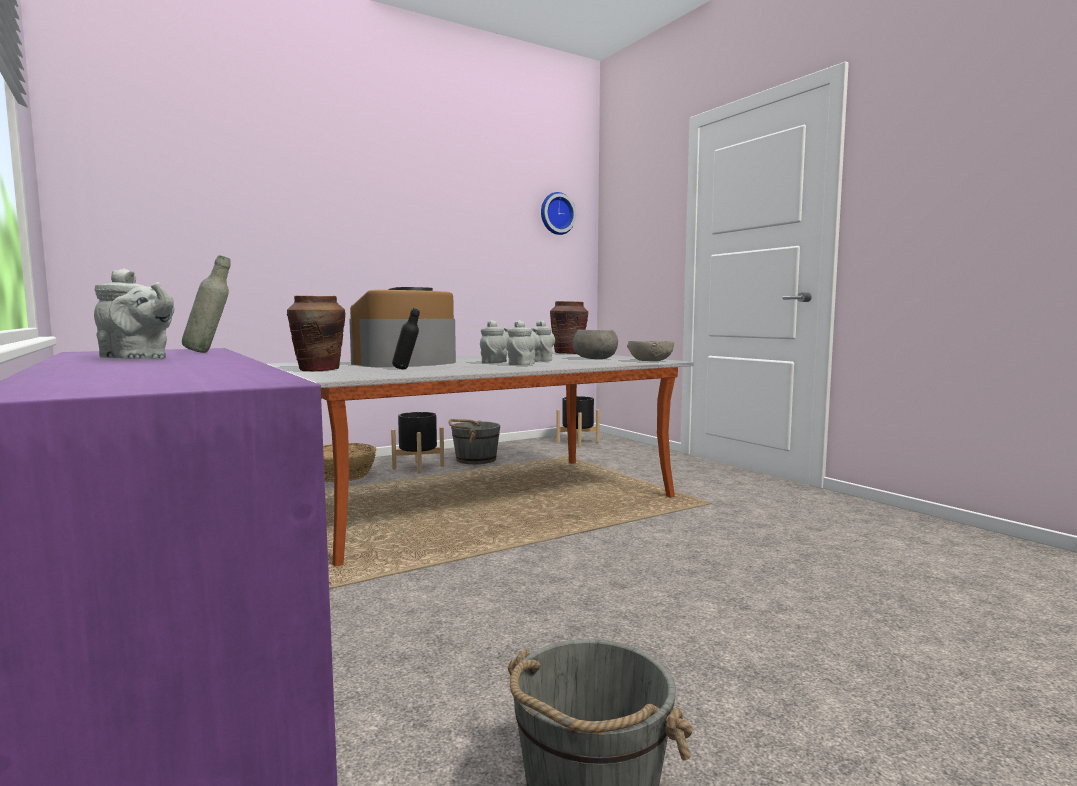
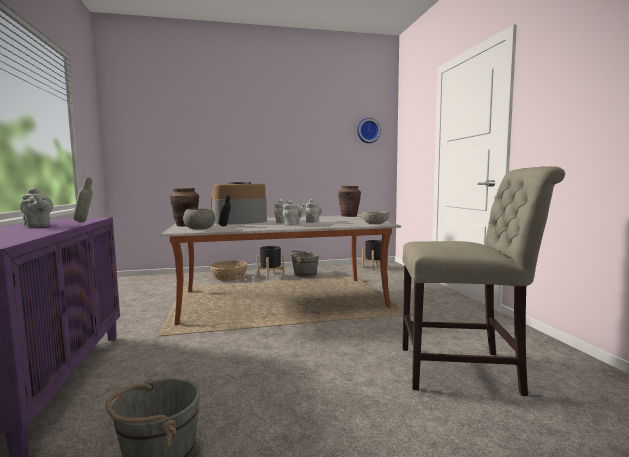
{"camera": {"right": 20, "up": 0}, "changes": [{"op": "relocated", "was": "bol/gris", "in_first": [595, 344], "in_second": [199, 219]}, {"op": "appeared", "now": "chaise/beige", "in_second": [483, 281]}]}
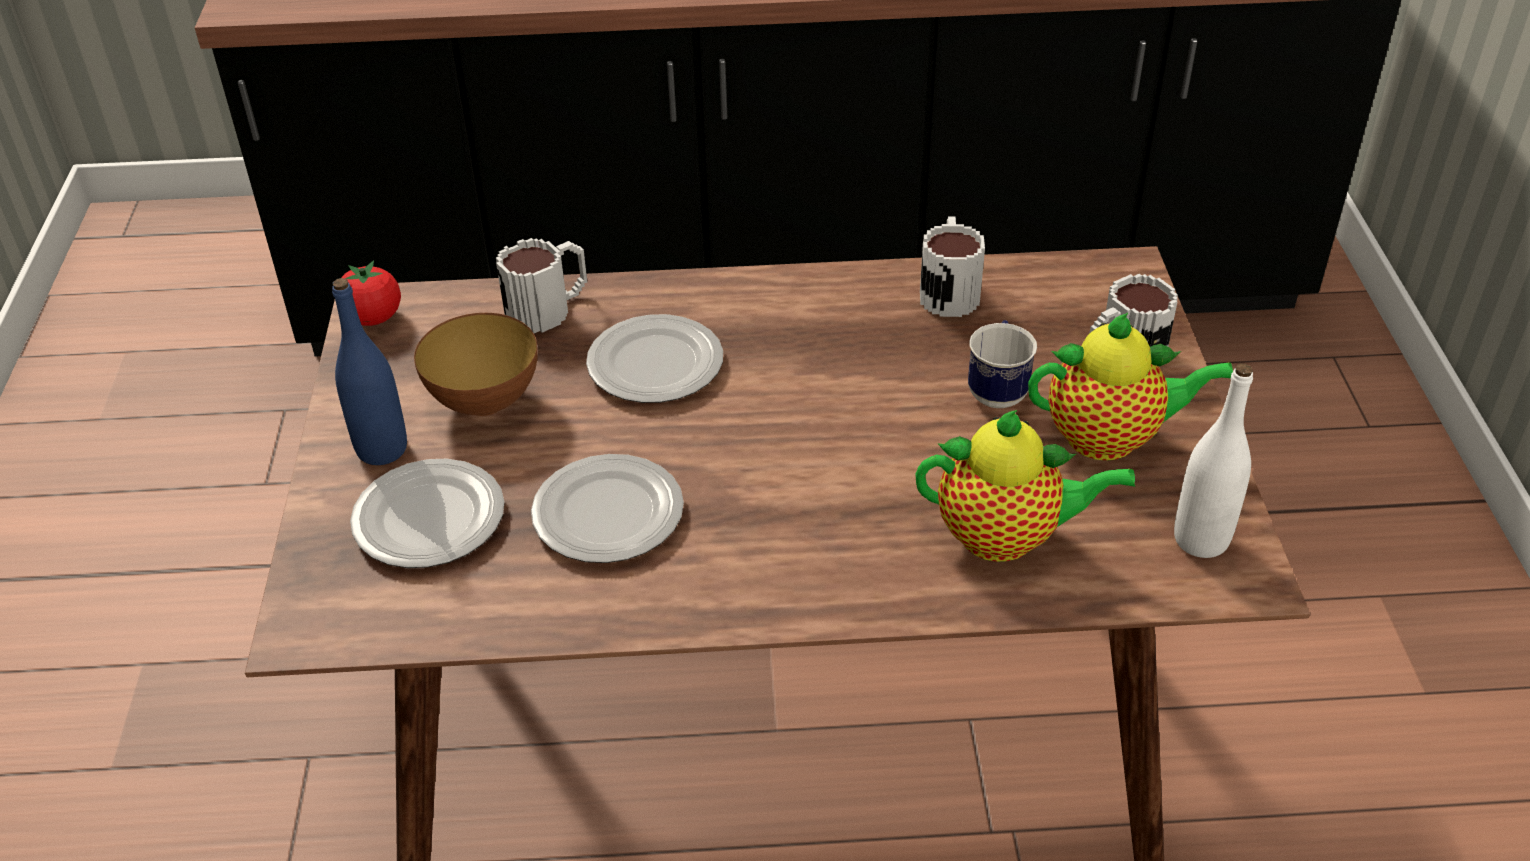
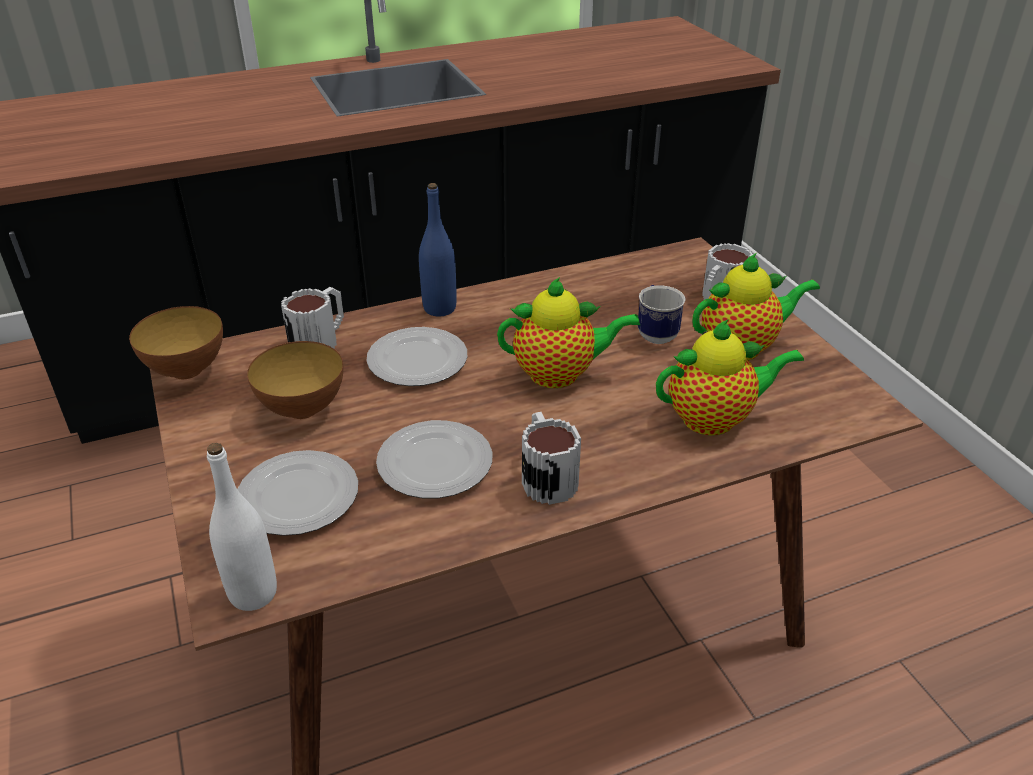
{"camera": {"right": -20, "up": -5}, "changes": [{"op": "relocated", "was": "bouteille/bleu", "in_first": [369, 371], "in_second": [438, 249]}, {"op": "exchanged", "was": "tomate", "now": "bol", "in_first": [371, 293], "in_second": [176, 342]}, {"op": "relocated", "was": "mug", "in_first": [952, 266], "in_second": [551, 458]}, {"op": "relocated", "was": "bouteille/blanc", "in_first": [1213, 460], "in_second": [242, 527]}, {"op": "appeared", "now": "théière", "in_second": [568, 332]}]}
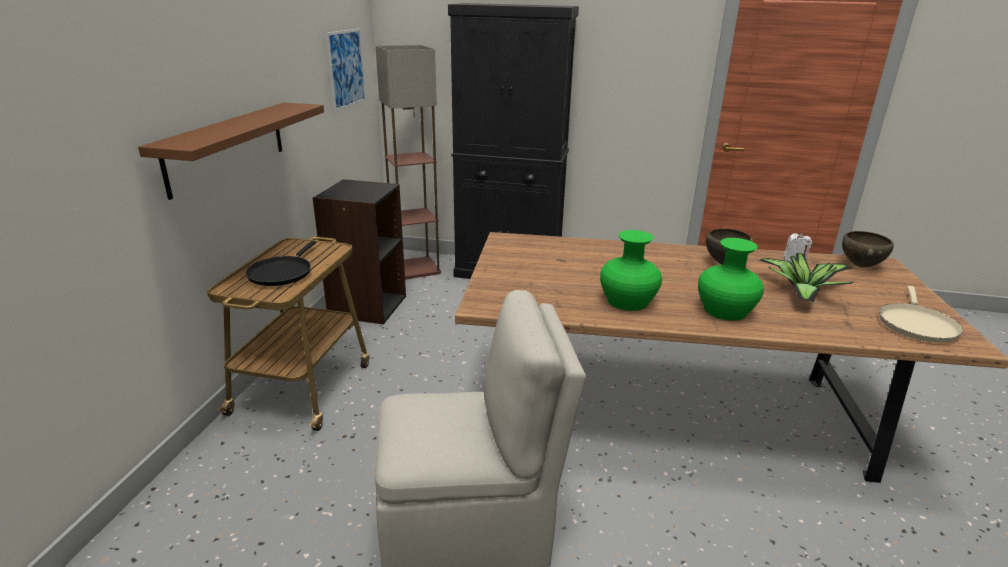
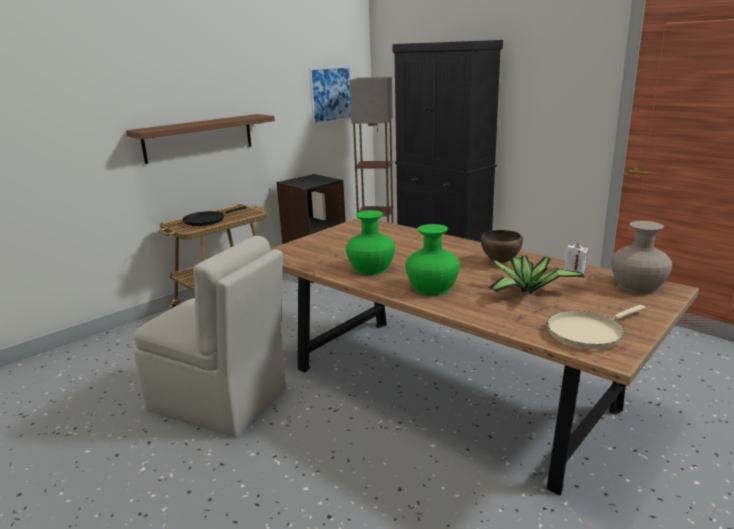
{"camera": {"right": 35, "up": -5}, "changes": [{"op": "exchanged", "was": "bol/marron", "now": "vase/beige", "in_first": [868, 249], "in_second": [641, 257]}]}
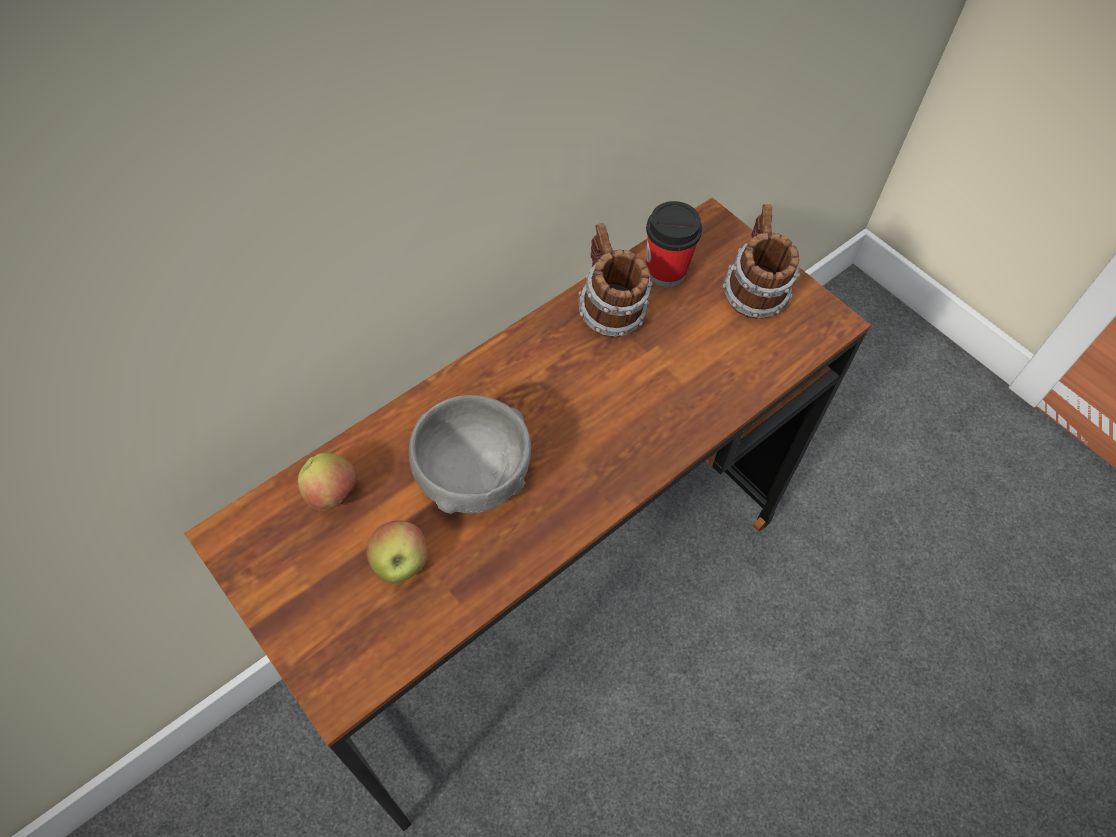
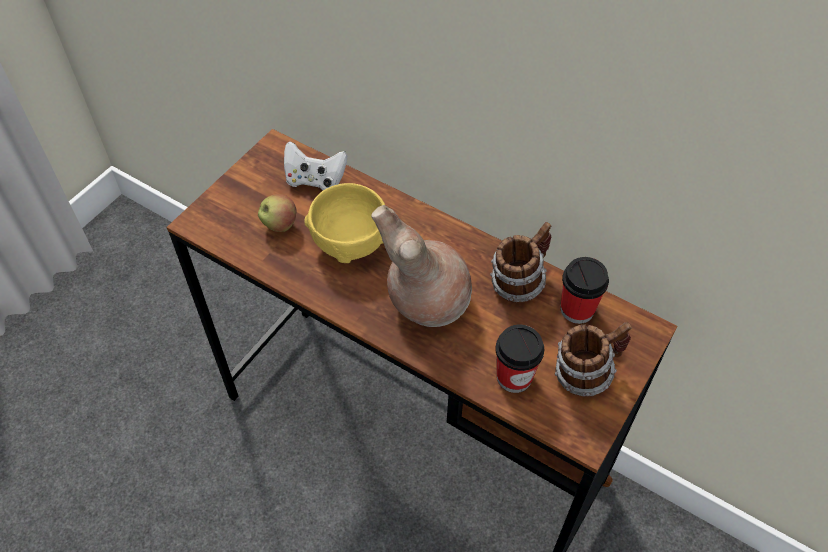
{"camera": {"right": 75, "up": -5}, "changes": [{"op": "exchanged", "was": "pomme", "now": "manette/blanc", "in_first": [327, 482], "in_second": [315, 165]}, {"op": "colour", "was": "bol/gris", "now": "bol/jaune", "in_first": [470, 454], "in_second": [344, 223]}, {"op": "appeared", "now": "vase/marron", "in_second": [421, 266]}, {"op": "appeared", "now": "tasse", "in_second": [519, 359]}]}
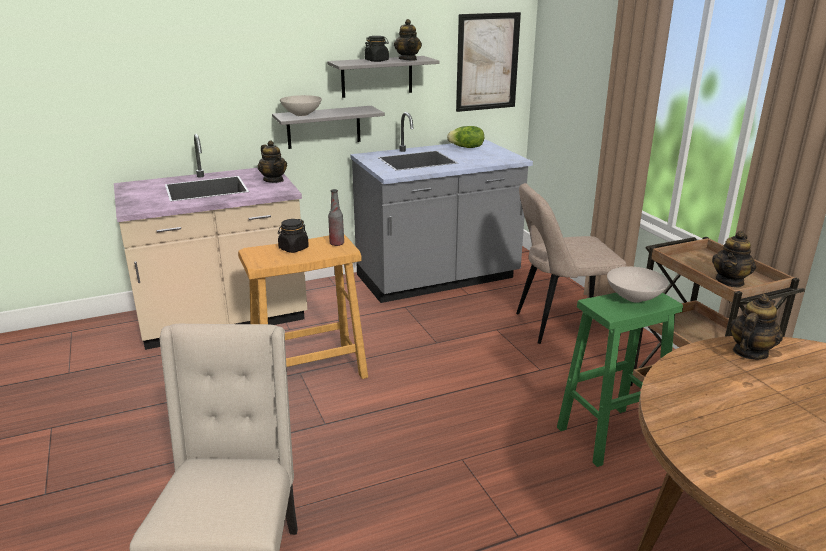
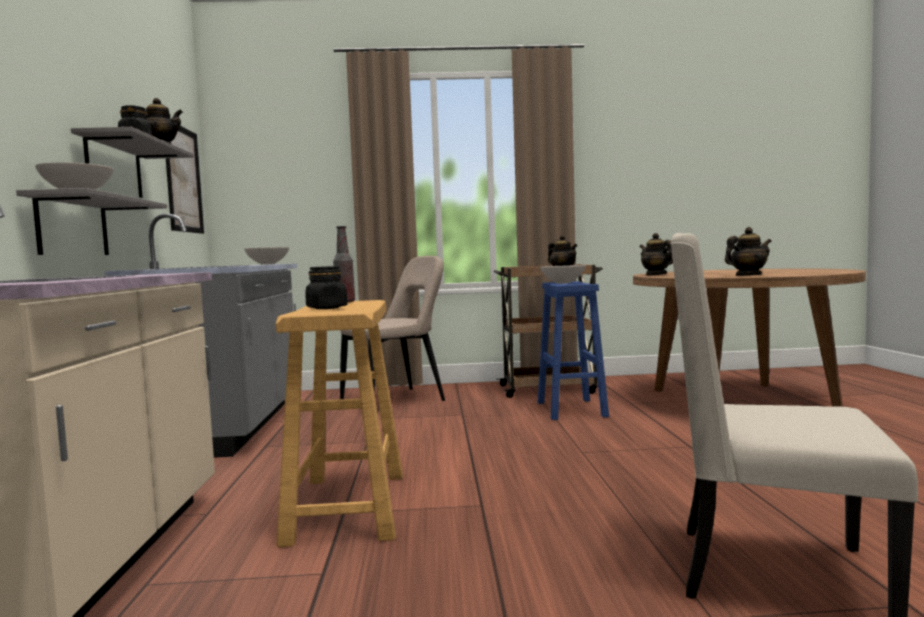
{"camera": {"right": -70, "up": -20}, "changes": [{"op": "relocated", "was": "théière", "in_first": [272, 161], "in_second": [748, 251]}, {"op": "missing", "was": "laitue", "in_first": [466, 137]}, {"op": "spun", "was": "chaise/beige", "in_first": [571, 263], "in_second": [392, 328], "clockwise": -135}, {"op": "colour", "was": "tabouret/vert", "now": "tabouret/bleu", "in_first": [620, 380], "in_second": [573, 350]}, {"op": "appeared", "now": "bol/blanc", "in_second": [266, 256]}]}
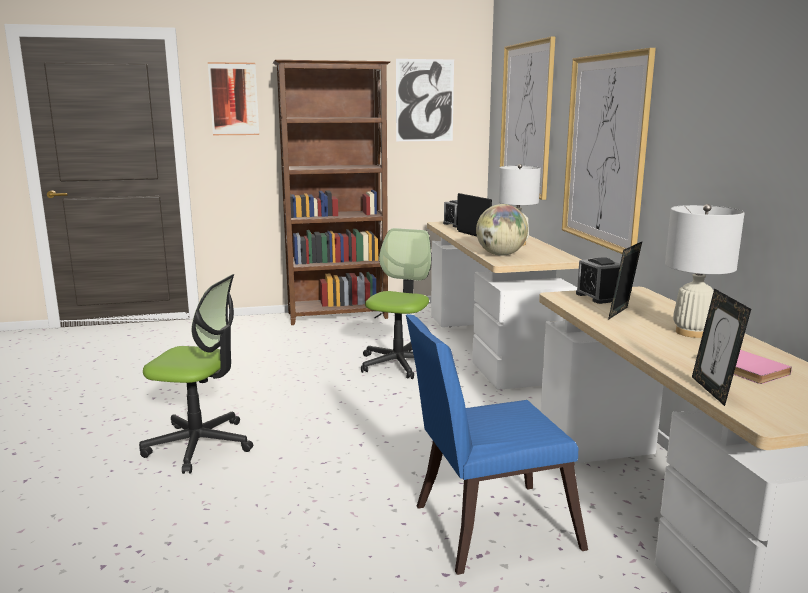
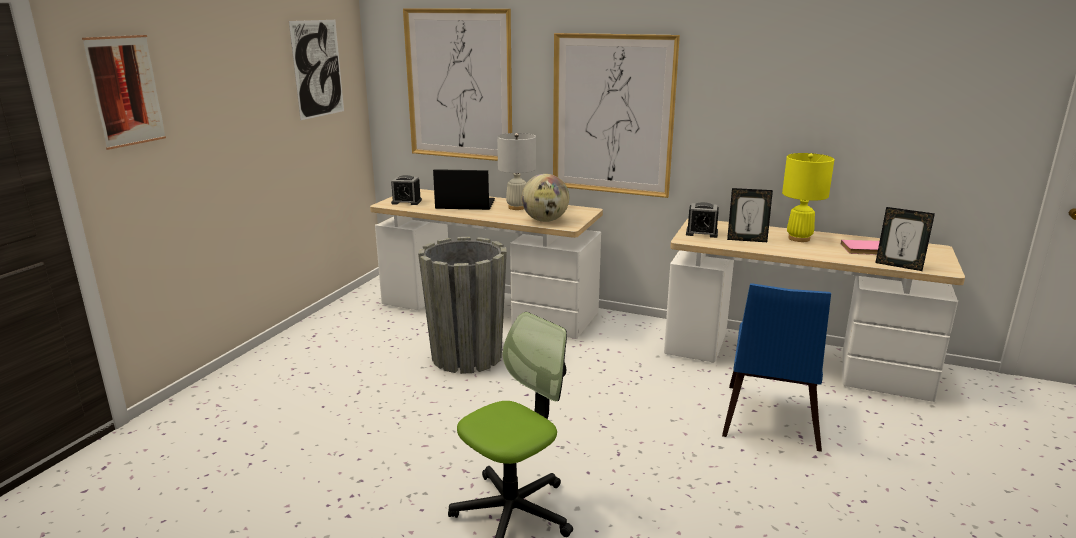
{"camera": {"right": -55, "up": 5}, "changes": [{"op": "missing", "was": "bibliothèque/marron", "in_first": [332, 192]}, {"op": "exchanged", "was": "chaise de bureau", "now": "cache-pot/gris", "in_first": [396, 303], "in_second": [462, 305]}, {"op": "spun", "was": "cadre photo", "in_first": [625, 281], "in_second": [750, 215], "clockwise": -60}, {"op": "colour", "was": "lampe de table/blanc", "now": "lampe de table/jaune", "in_first": [705, 271], "in_second": [808, 197]}]}
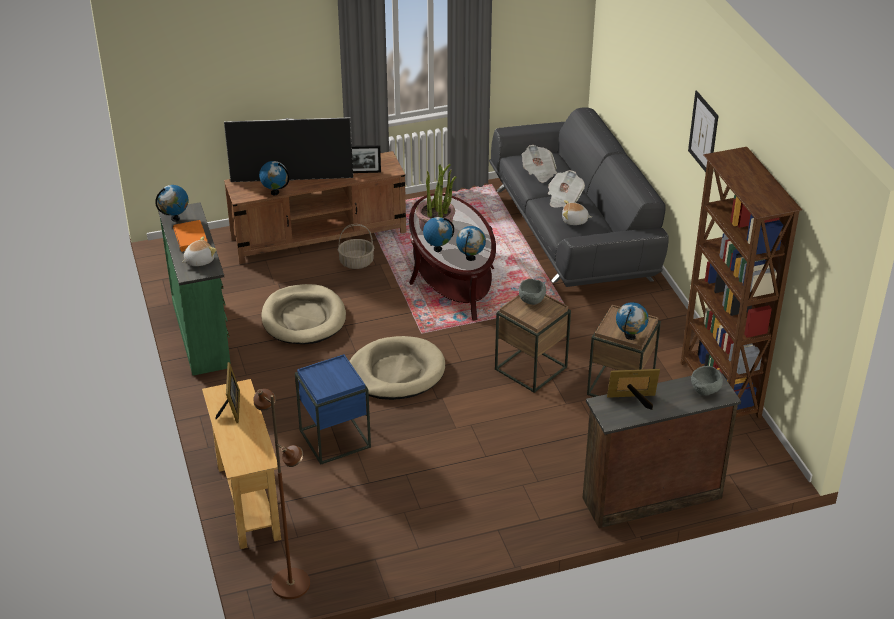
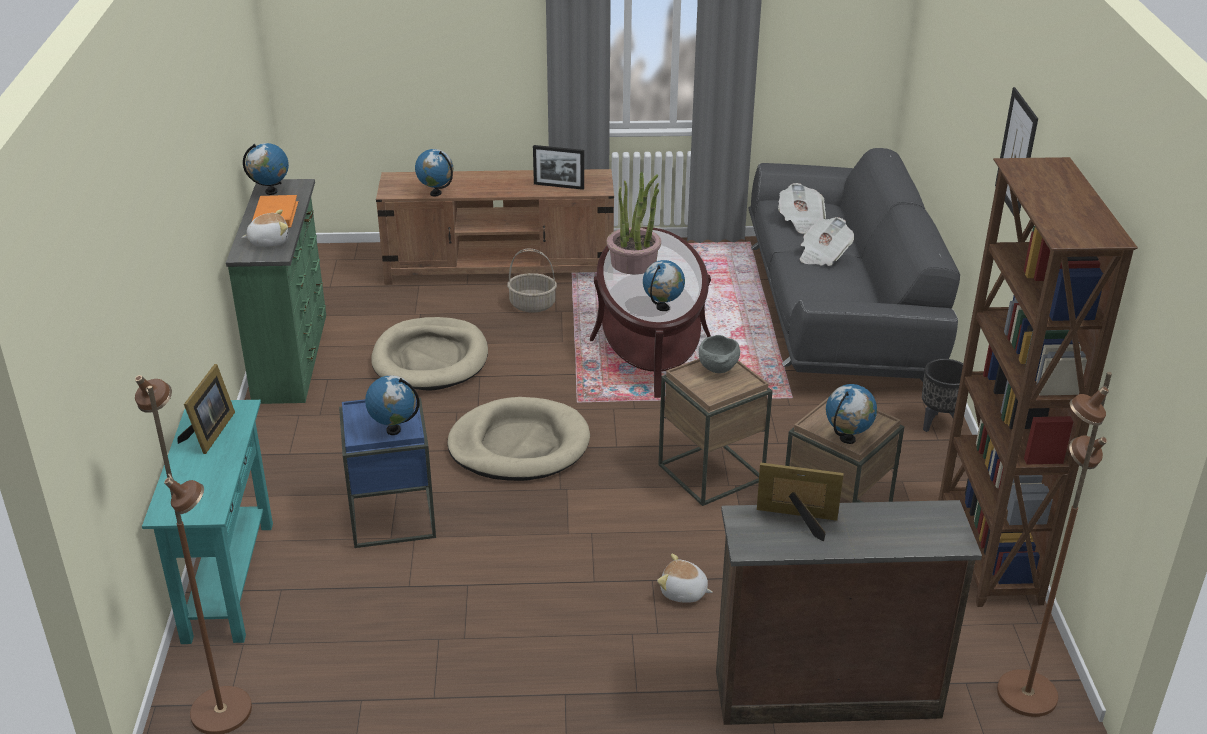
{"camera": {"right": 15, "up": -5}, "changes": [{"op": "colour", "was": "table console/beige", "now": "table console/turquoise", "in_first": [241, 464], "in_second": [207, 522]}, {"op": "missing", "was": "téléviseur", "in_first": [288, 149]}, {"op": "relocated", "was": "globe", "in_first": [438, 234], "in_second": [392, 405]}, {"op": "relocated", "was": "peluche", "in_first": [577, 212], "in_second": [685, 578]}, {"op": "missing", "was": "bol/gris", "in_first": [707, 381]}, {"op": "appeared", "now": "cache-pot/noir", "in_second": [942, 395]}, {"op": "appeared", "now": "lampadaire/marron", "in_second": [1054, 544]}]}
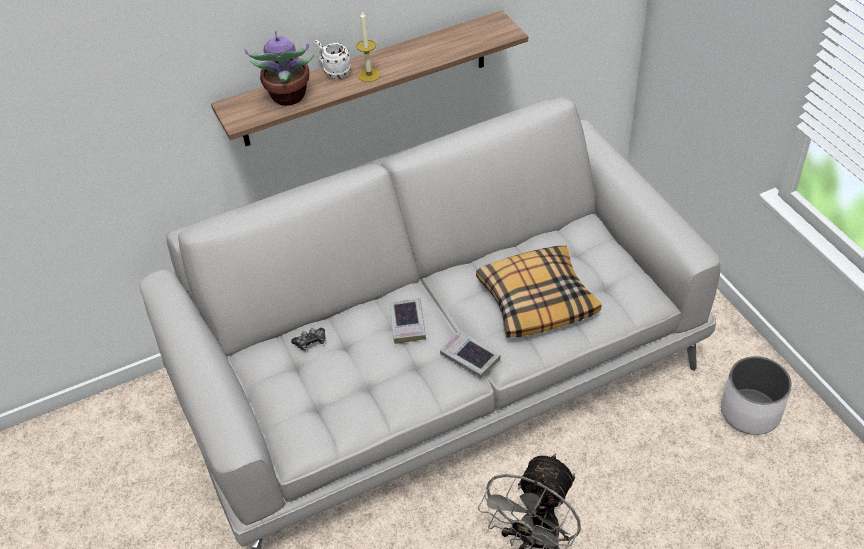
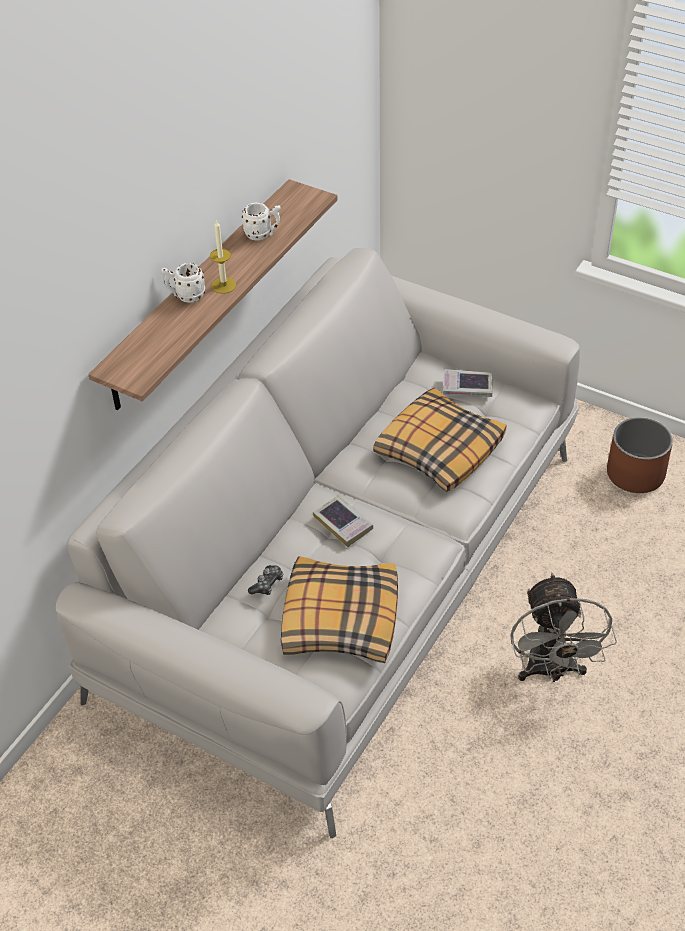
{"camera": {"right": -35, "up": 0}, "changes": [{"op": "missing", "was": "plante en pot", "in_first": [279, 68]}, {"op": "relocated", "was": "livre", "in_first": [470, 354], "in_second": [468, 383]}, {"op": "colour", "was": "cache-pot/blanc", "now": "cache-pot/marron", "in_first": [756, 395], "in_second": [640, 455]}, {"op": "appeared", "now": "mug/blanc", "in_second": [261, 222]}, {"op": "appeared", "now": "coussin", "in_second": [339, 609]}]}
